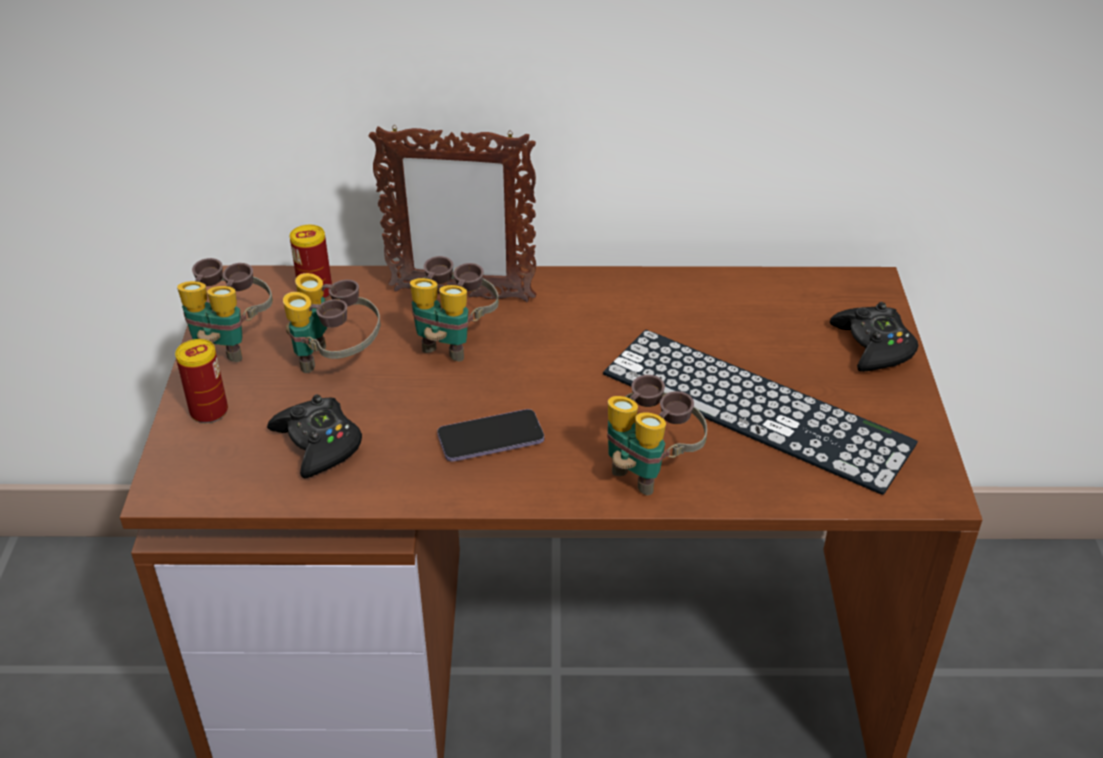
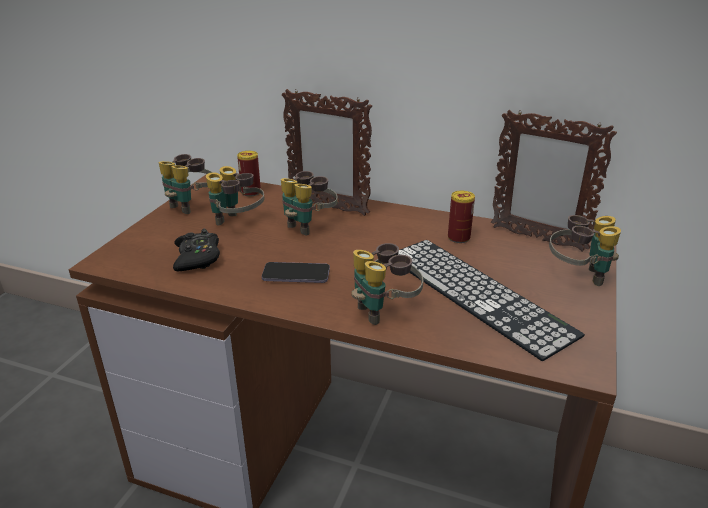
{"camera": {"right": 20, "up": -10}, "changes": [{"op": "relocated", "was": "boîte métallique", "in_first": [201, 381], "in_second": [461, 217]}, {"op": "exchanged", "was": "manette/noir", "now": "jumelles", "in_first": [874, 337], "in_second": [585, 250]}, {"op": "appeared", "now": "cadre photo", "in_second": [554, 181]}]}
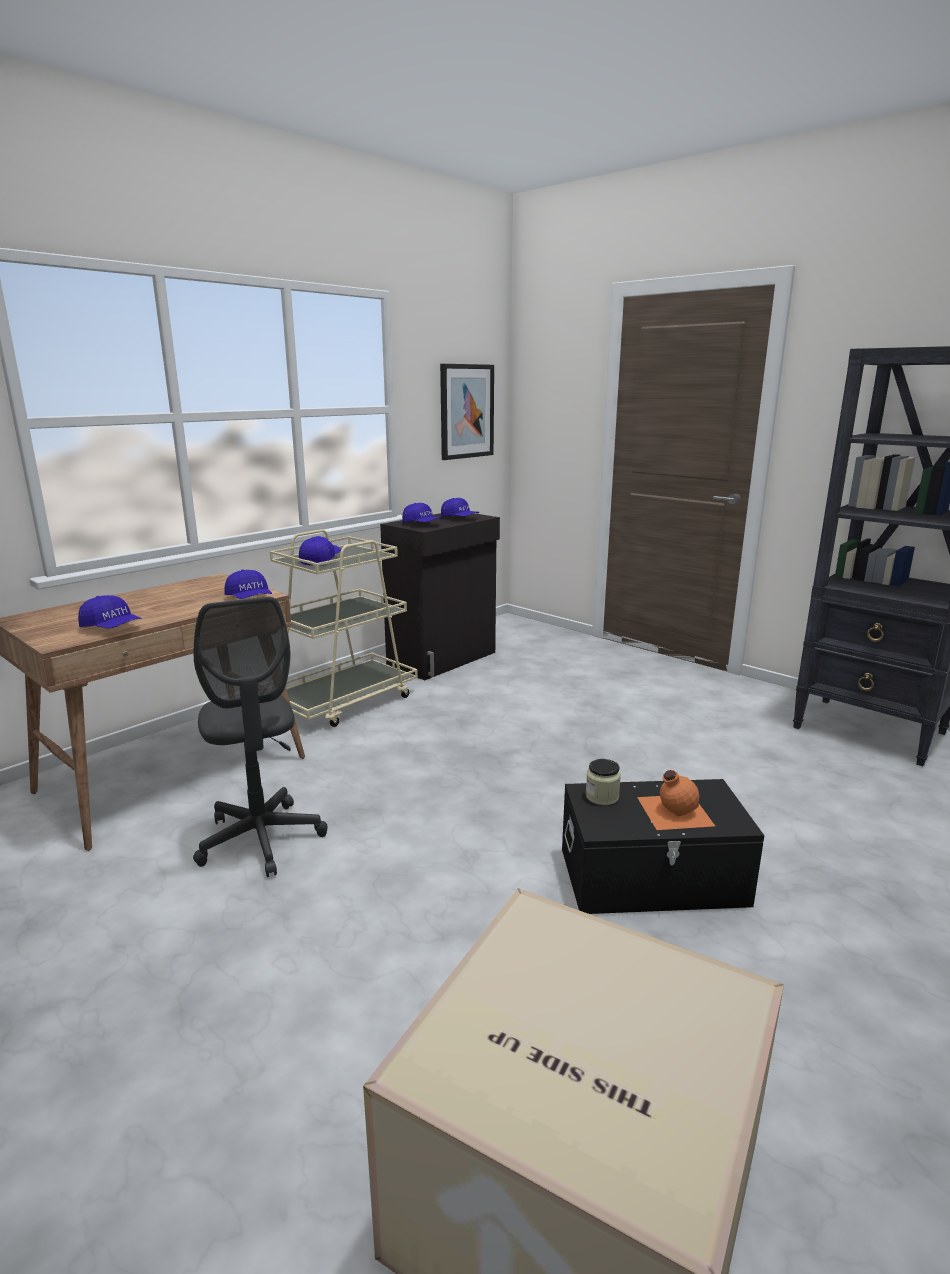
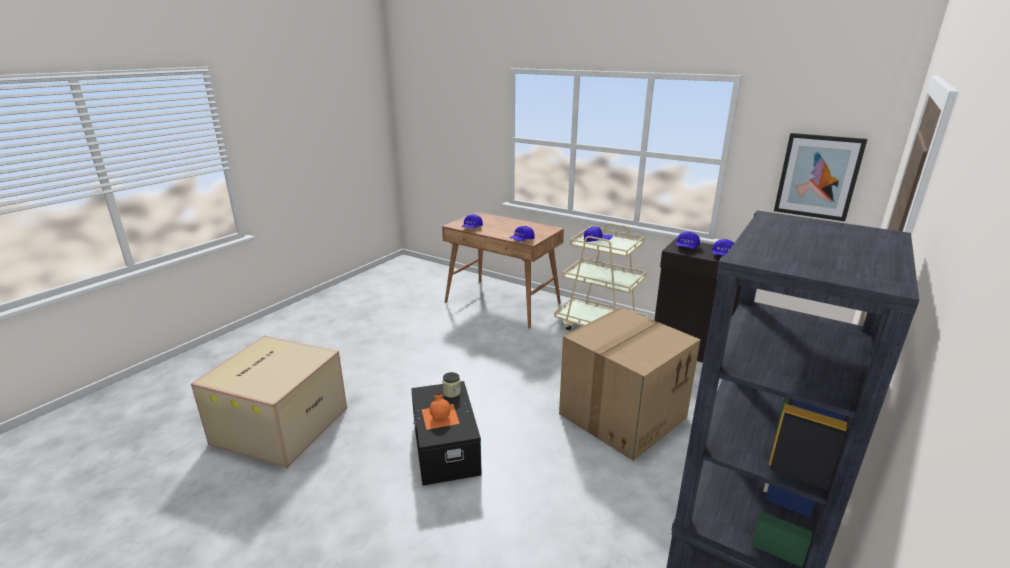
{"camera": {"right": 80, "up": 5}, "changes": [{"op": "missing", "was": "chaise de bureau/gris", "in_first": [260, 737]}, {"op": "appeared", "now": "carton", "in_second": [630, 384]}]}
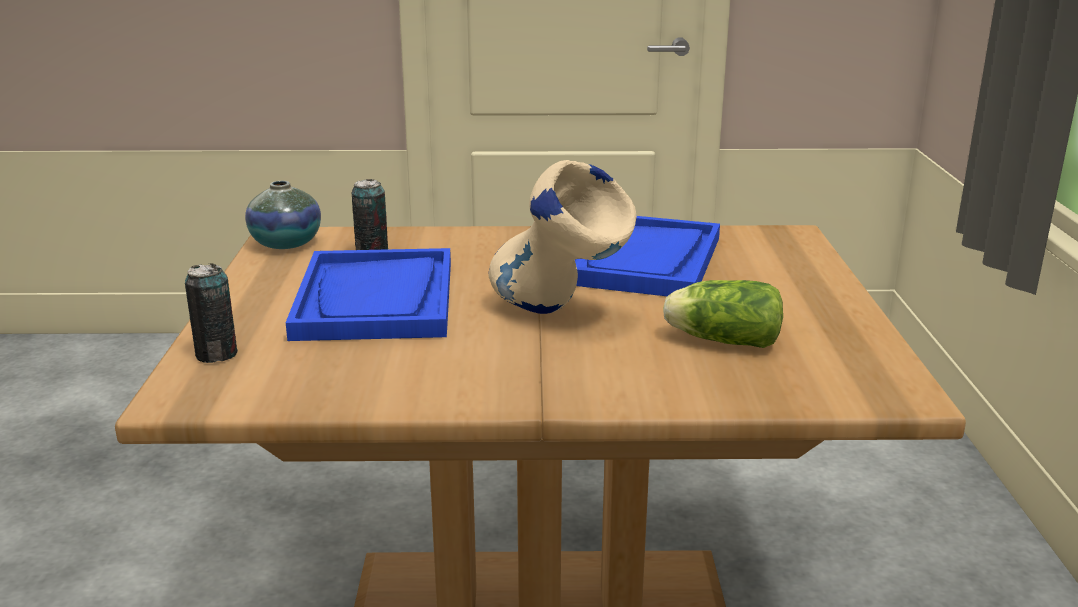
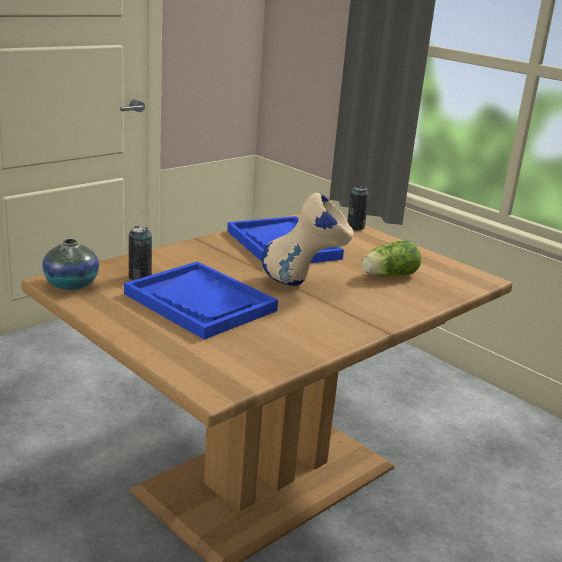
{"camera": {"right": -45, "up": 0}, "changes": [{"op": "relocated", "was": "boîte métallique", "in_first": [211, 313], "in_second": [358, 208]}]}
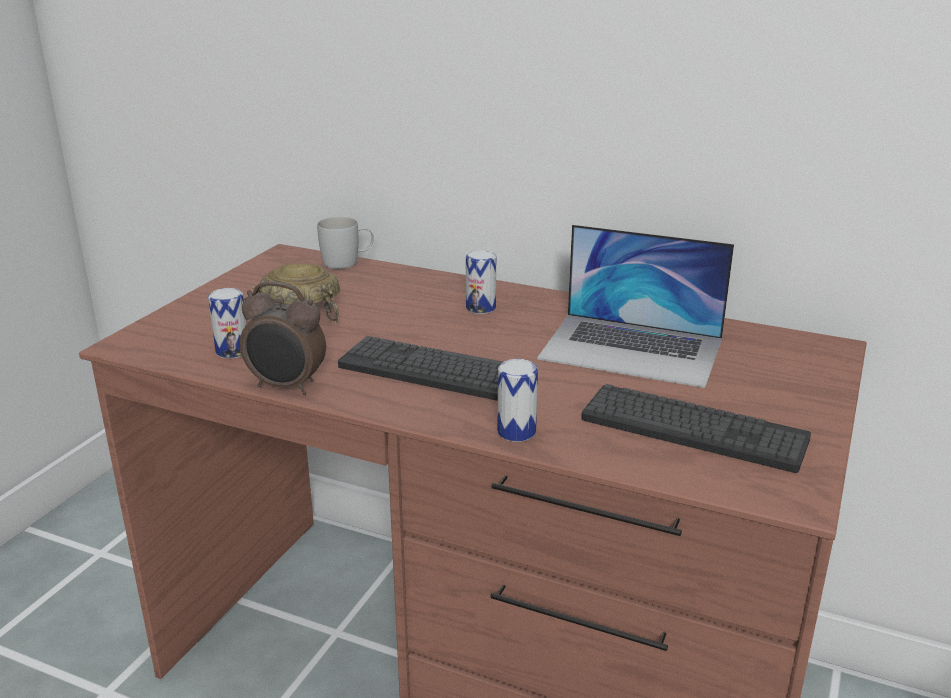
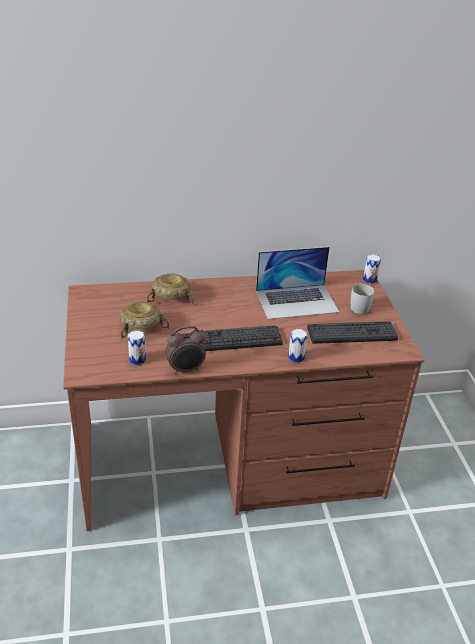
{"camera": {"right": -35, "up": 10}, "changes": [{"op": "relocated", "was": "mug/blanc", "in_first": [345, 243], "in_second": [362, 299]}, {"op": "relocated", "was": "boîte métallique", "in_first": [481, 282], "in_second": [372, 269]}, {"op": "appeared", "now": "bol/beige", "in_second": [170, 289]}]}
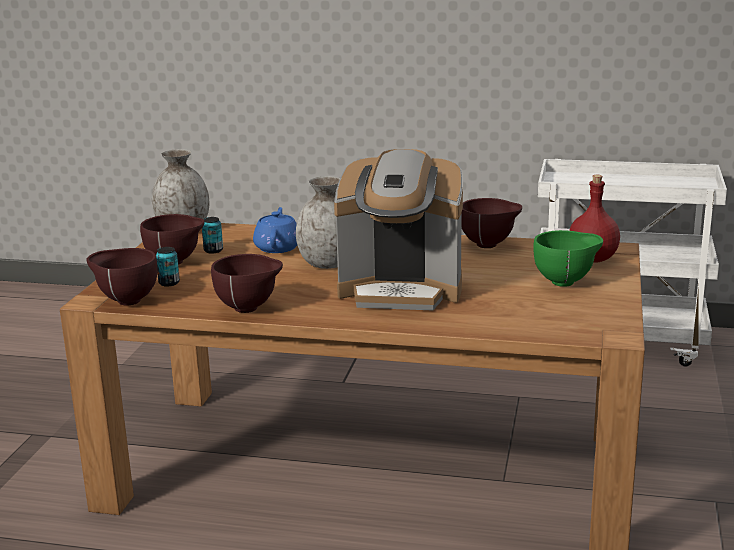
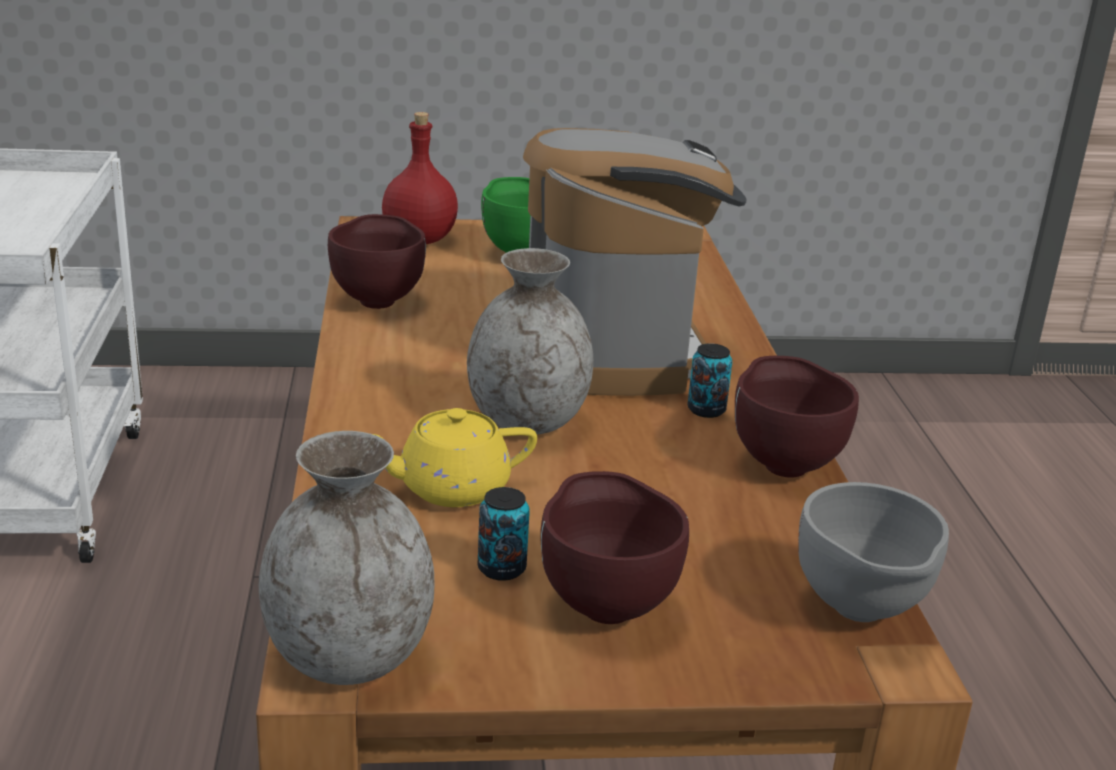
{"camera": {"right": -110, "up": 5}, "changes": [{"op": "colour", "was": "bol/marron", "now": "bol/gris", "in_first": [122, 276], "in_second": [873, 552]}, {"op": "relocated", "was": "boîte métallique", "in_first": [168, 267], "in_second": [710, 380]}, {"op": "colour", "was": "théière/bleu", "now": "théière/jaune", "in_first": [275, 230], "in_second": [455, 457]}]}
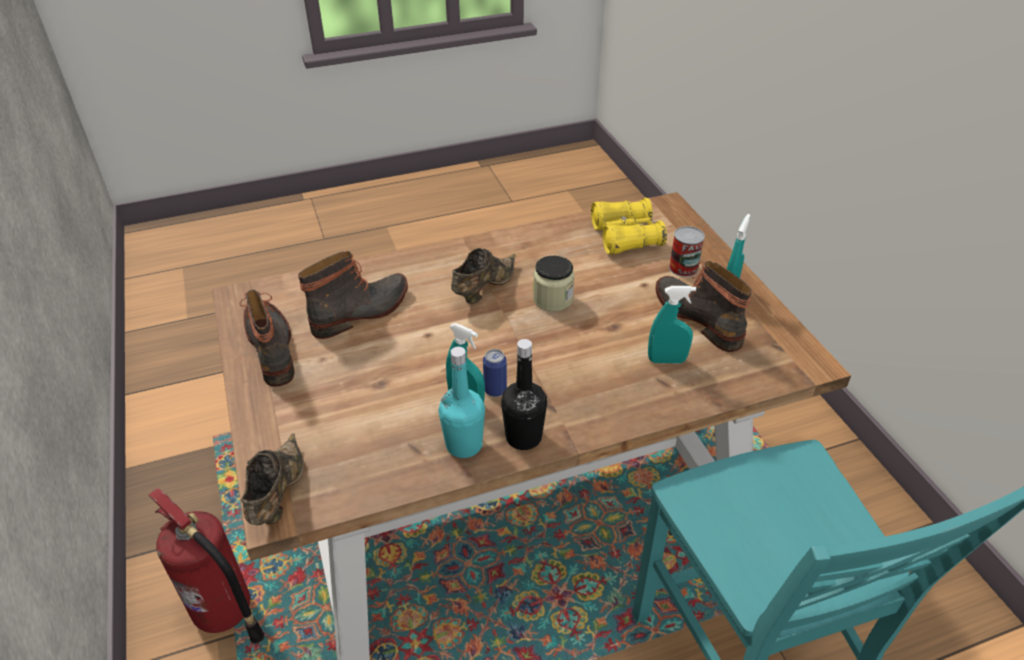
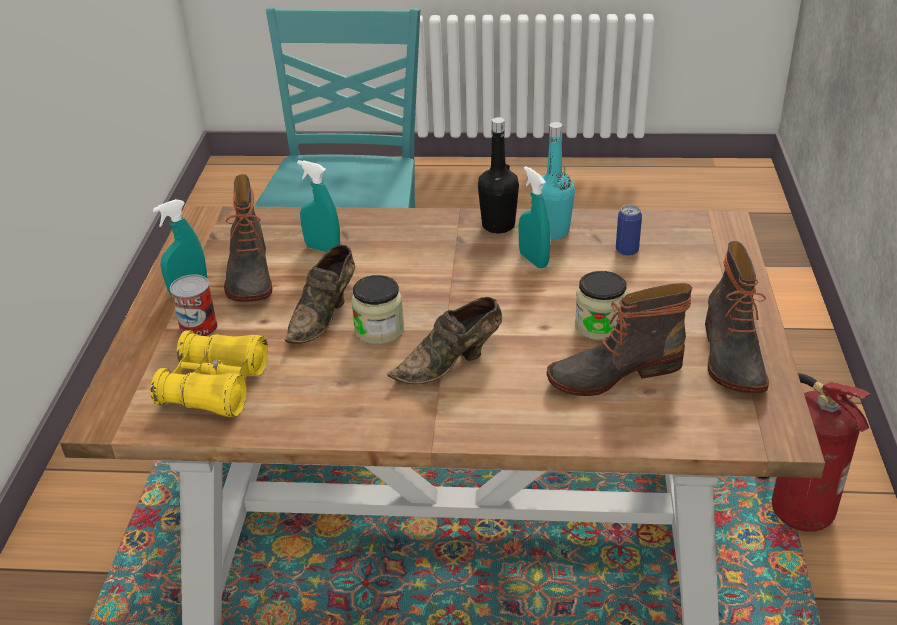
{"camera": {"right": -155, "up": -5}, "changes": [{"op": "relocated", "was": "chaussure/marron", "in_first": [273, 479], "in_second": [319, 294]}, {"op": "relocated", "was": "boîte métallique", "in_first": [495, 373], "in_second": [629, 230]}, {"op": "appeared", "now": "bocal", "in_second": [601, 306]}]}
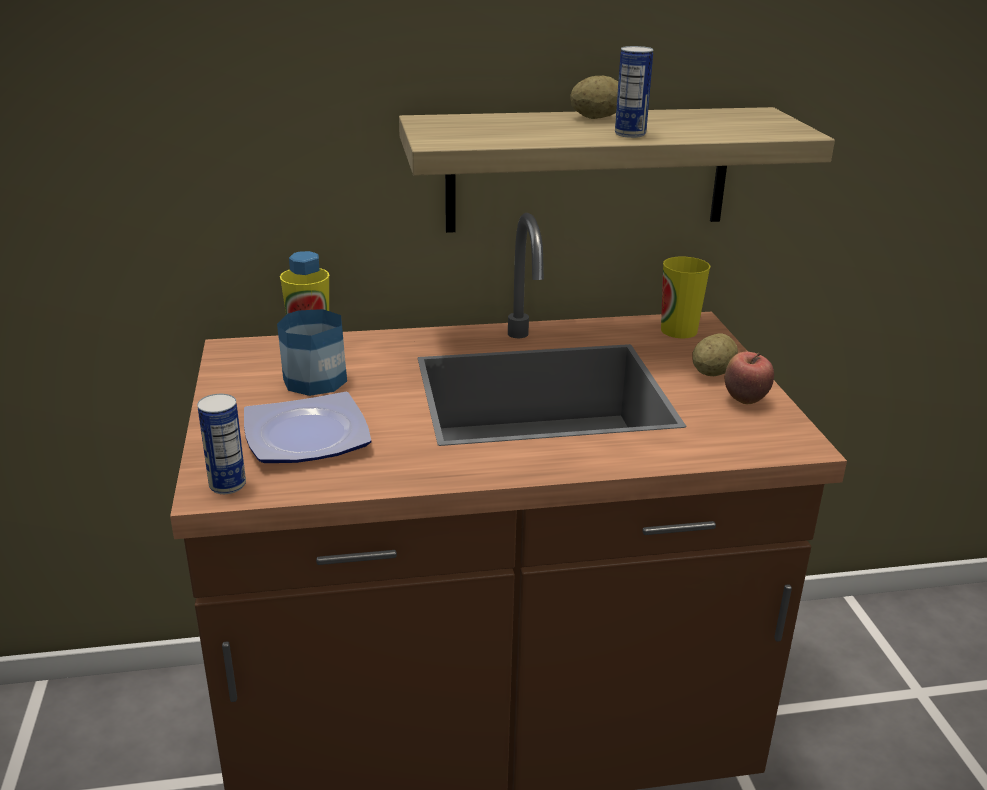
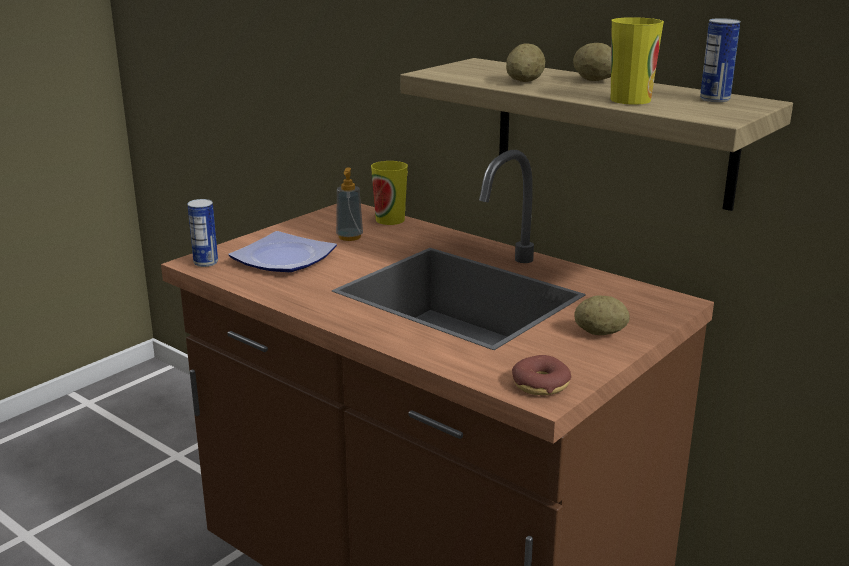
{"camera": {"right": 50, "up": -5}, "changes": [{"op": "exchanged", "was": "bouteille", "now": "distributeur de savon", "in_first": [312, 323], "in_second": [349, 204]}, {"op": "relocated", "was": "boîte métallique", "in_first": [634, 92], "in_second": [720, 60]}, {"op": "relocated", "was": "tasse", "in_first": [685, 297], "in_second": [637, 61]}, {"op": "missing", "was": "pomme", "in_first": [749, 378]}, {"op": "appeared", "now": "pomme de terre", "in_second": [525, 63]}, {"op": "appeared", "now": "beignet", "in_second": [542, 375]}]}
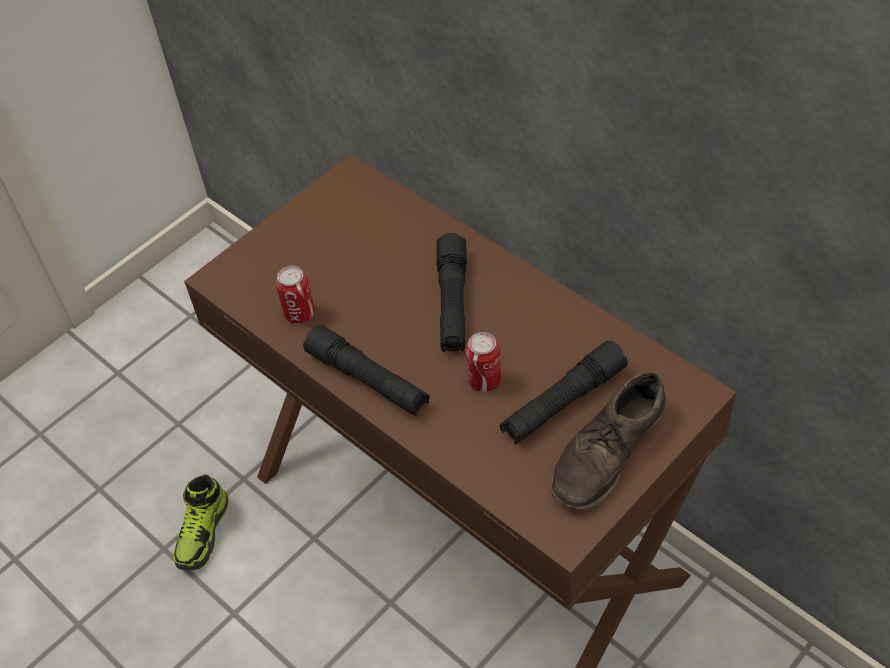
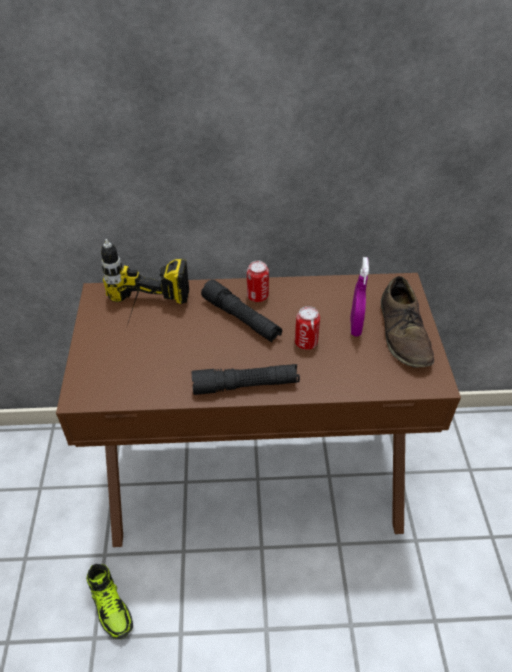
{"camera": {"right": -50, "up": -5}, "changes": [{"op": "relocated", "was": "boîte métallique", "in_first": [295, 294], "in_second": [258, 281]}, {"op": "exchanged", "was": "lampe de poche/noir", "now": "vaporisateur/violet", "in_first": [564, 393], "in_second": [360, 297]}, {"op": "appeared", "now": "perceuse", "in_second": [145, 280]}]}
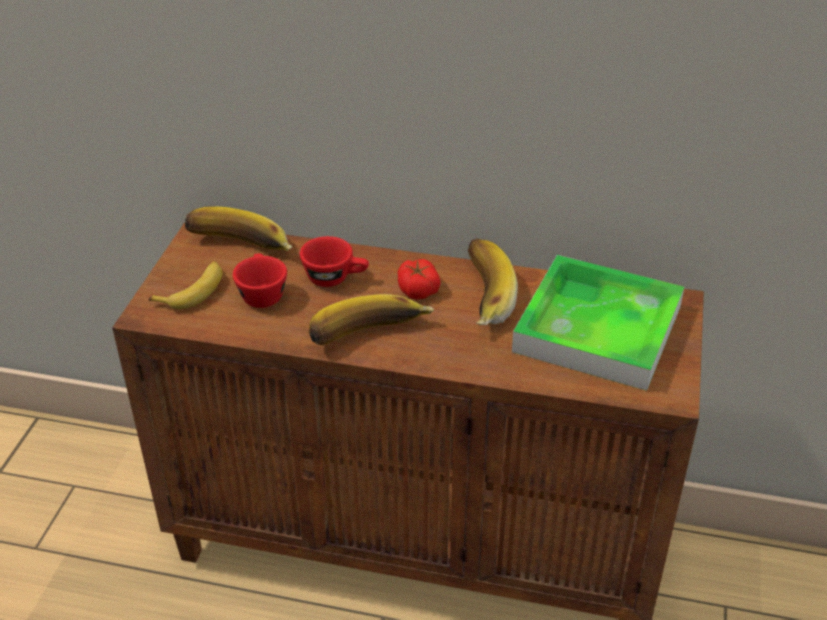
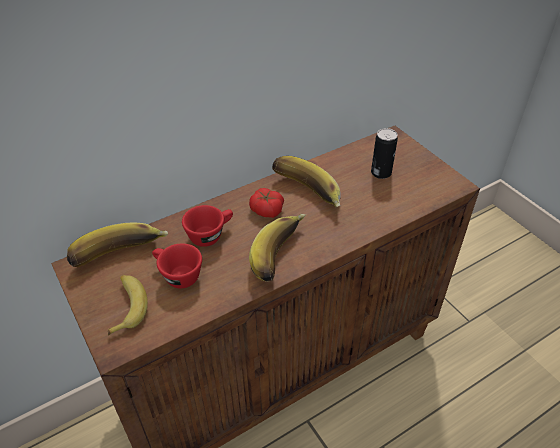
{"camera": {"right": -45, "up": 5}, "changes": [{"op": "exchanged", "was": "plateau", "now": "boîte métallique", "in_first": [598, 323], "in_second": [384, 153]}]}
